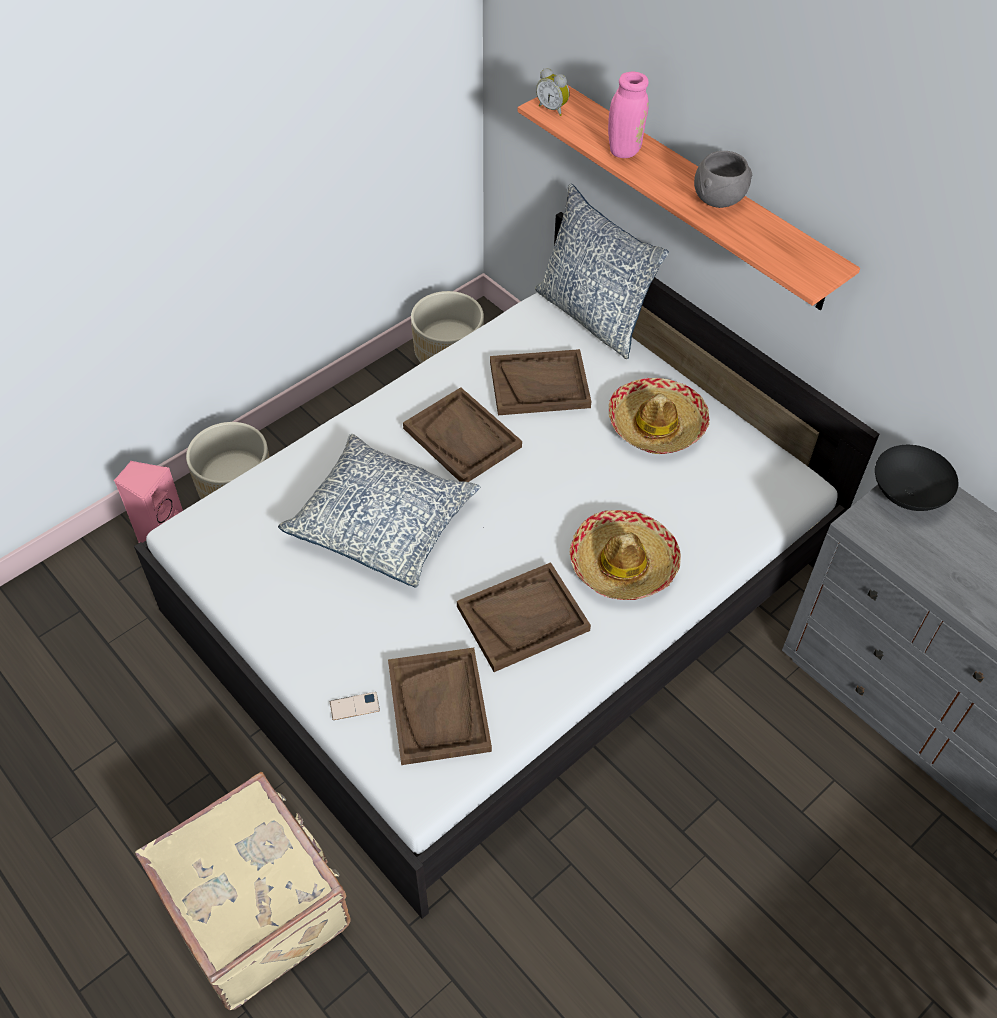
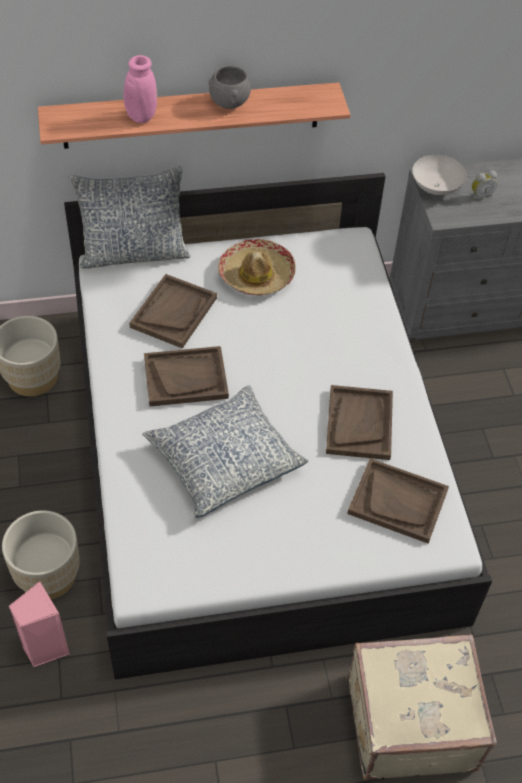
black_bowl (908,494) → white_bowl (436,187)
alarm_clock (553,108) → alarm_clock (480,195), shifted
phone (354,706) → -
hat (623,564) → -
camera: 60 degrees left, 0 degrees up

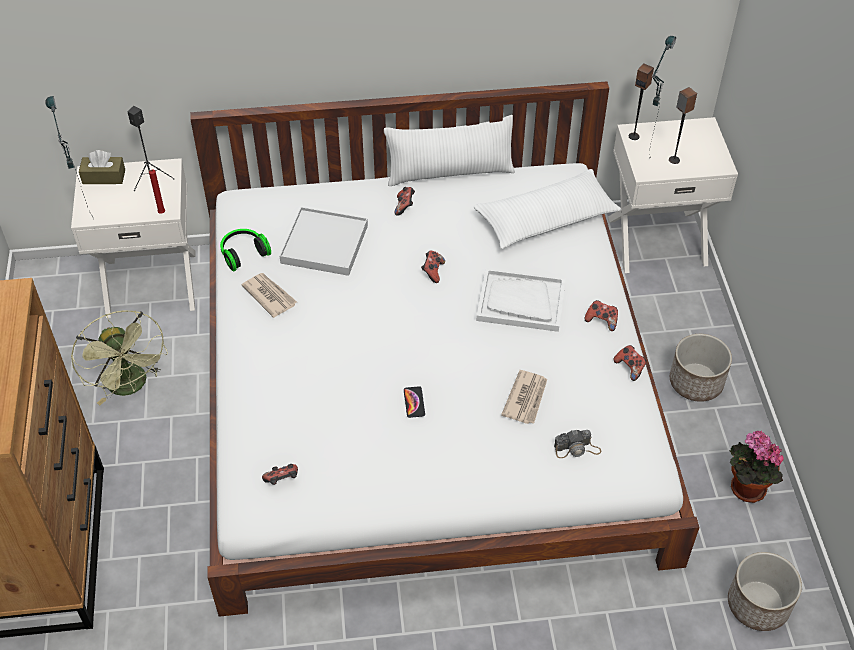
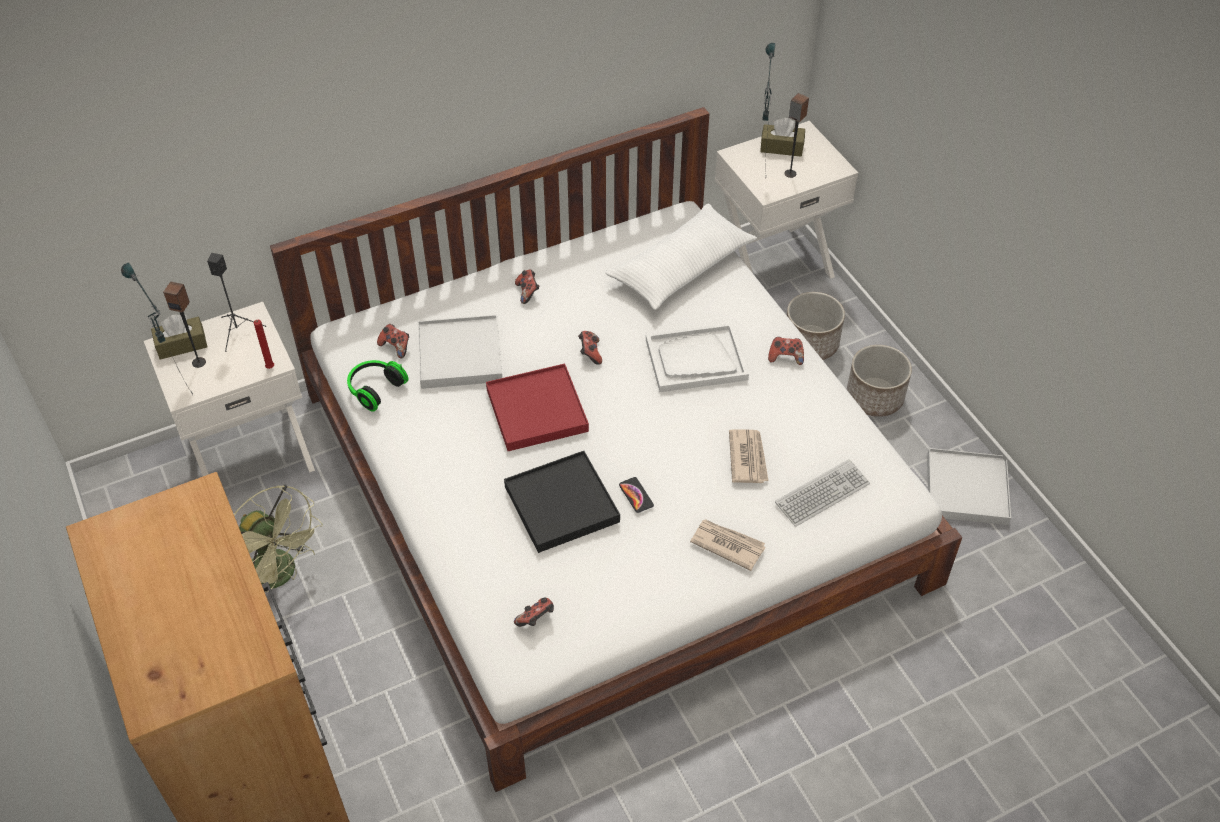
speaker (634,136) → speaker (199,362), shifted
game_controller (630,367) → game_controller (395,347), shifted
- → red_tray (537,410)
- → black_tray (561,504)
newspaper (269,295) → newspaper (727,544), shifted
- → brown_tissue_box (781,147)
photo_camera (577,449) → keyboard (822,494)
planter (758,605) → planter (810,344), shifted
potted_plant (744,489) → white_tray (966,489)
white_pillow (450,173) → -
camera: 20 degrees left, 0 degrees up

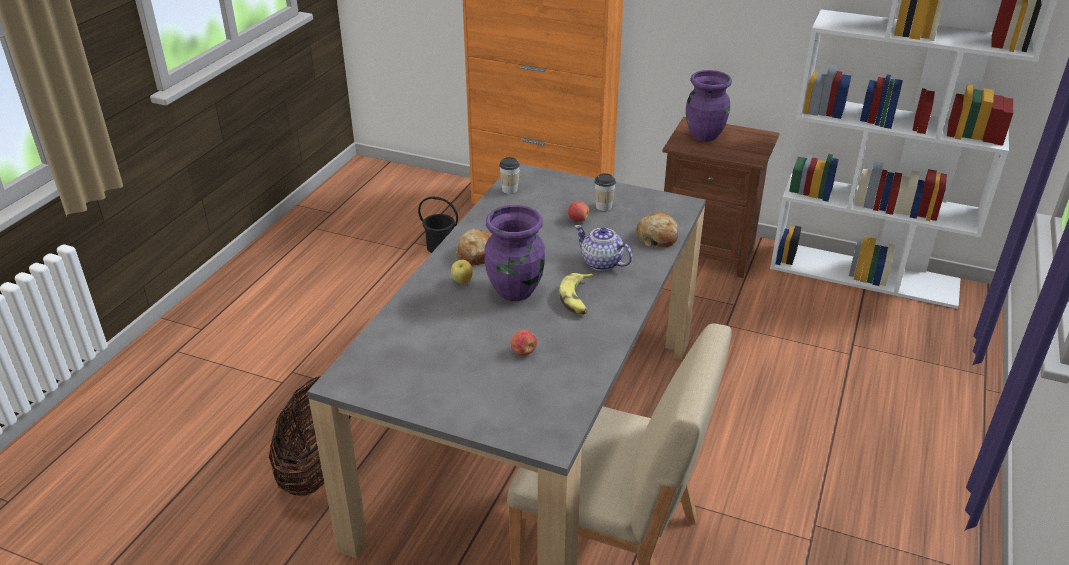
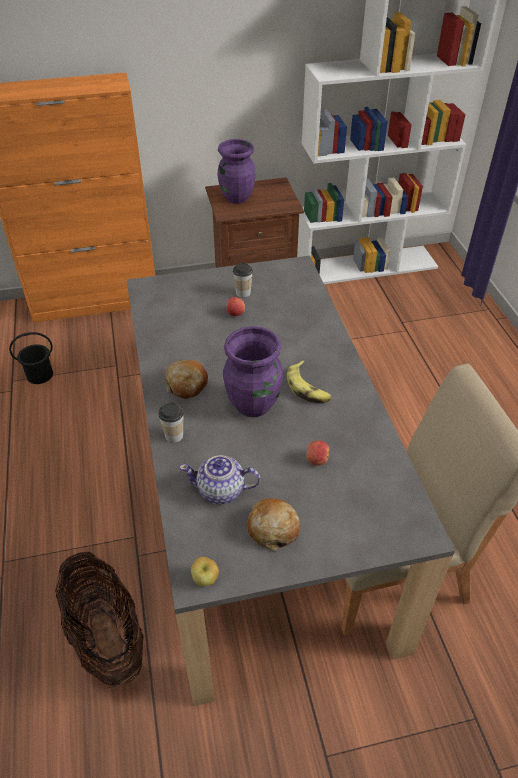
cup (509,190) → cup (174,435), shifted
teapot (601,263) → teapot (221,491), shifted
apple (462,281) → apple (205,579), shifted
bread (657,237) → bread (273,528), shifted
camera: 35 degrees left, 10 degrees up

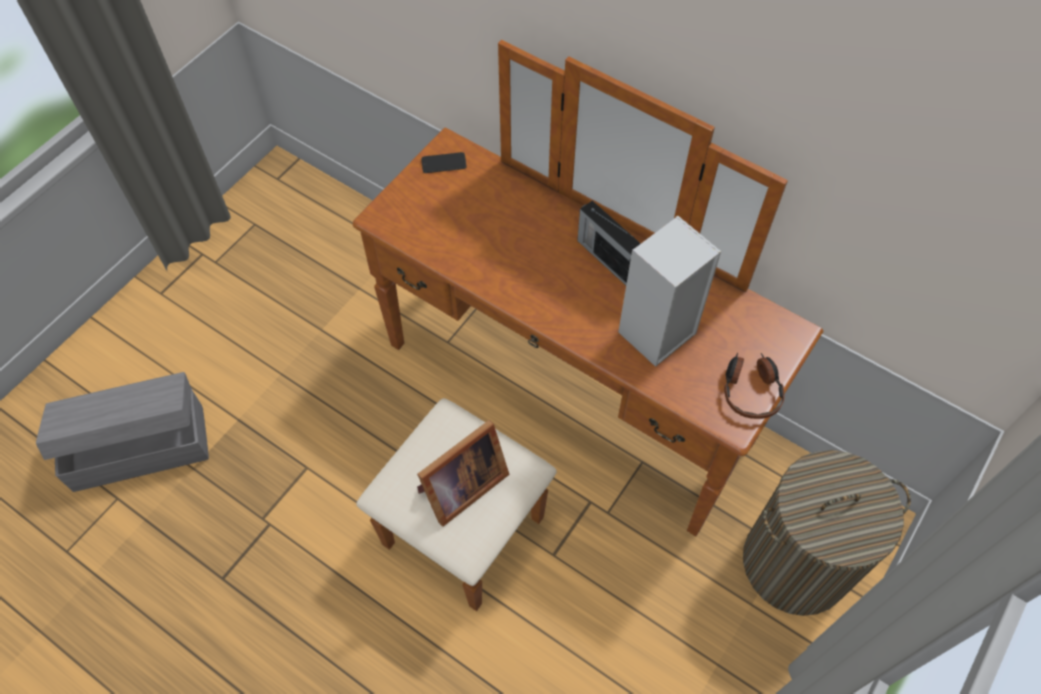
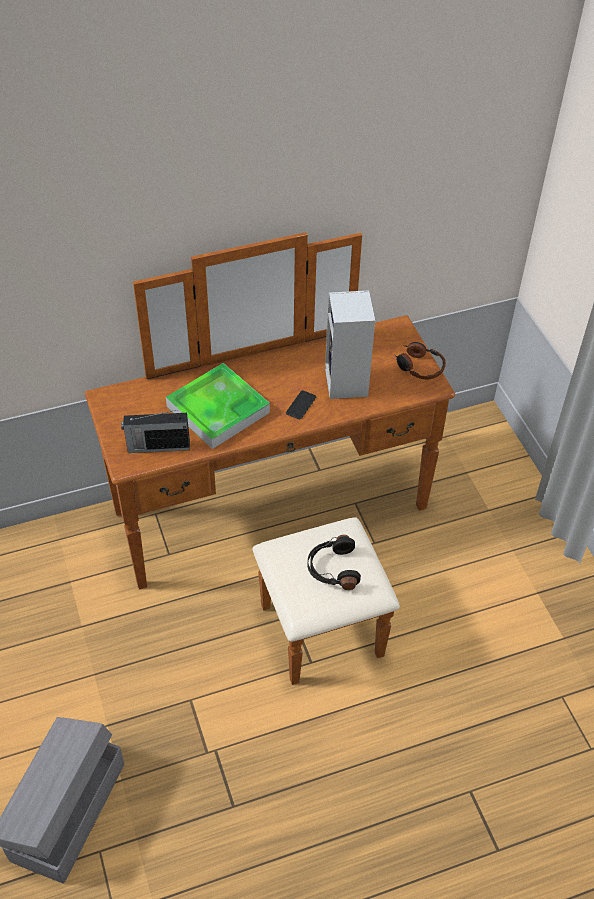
radio (607,258) → radio (157,446), shifted
- → tray (218,409)
phone (444,163) → phone (301,405), shifted
picture_frame (459,487) → black_headphones (332,569)
laundry_basket (796,562) → -
camera: 55 degrees left, 10 degrees down

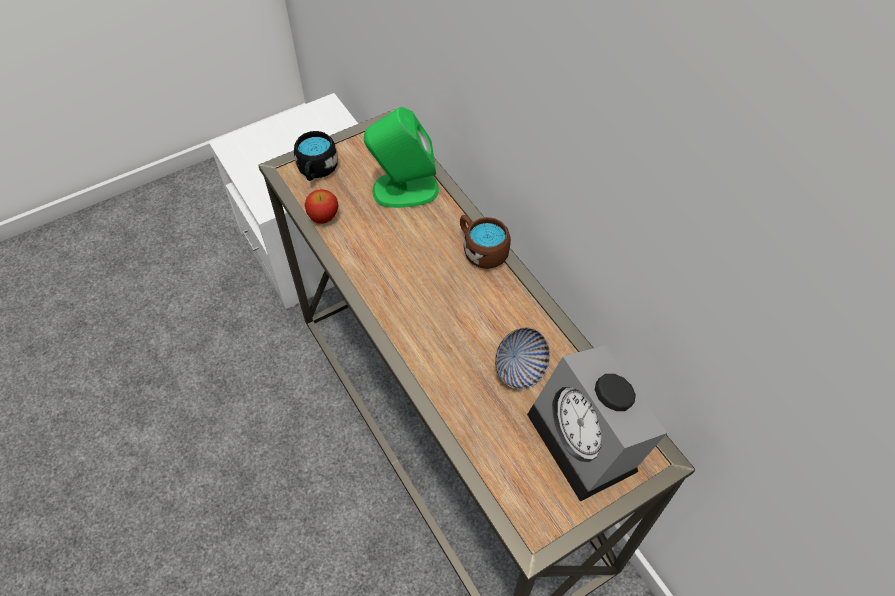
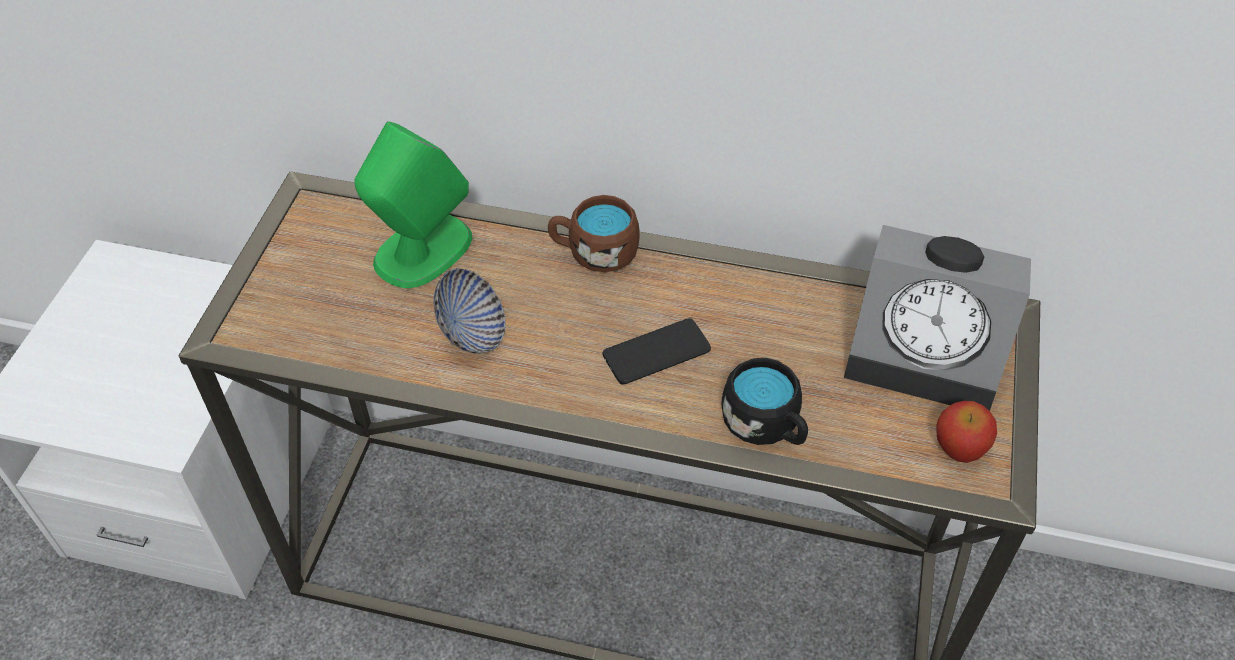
bowl (520,369) → bowl (472,333), shifted
- → phone (656,352)
black_mug (316,170) → black_mug (766,425), shifted
apple (323,217) → apple (959,447), shifted
camera: 45 degrees left, 5 degrees down

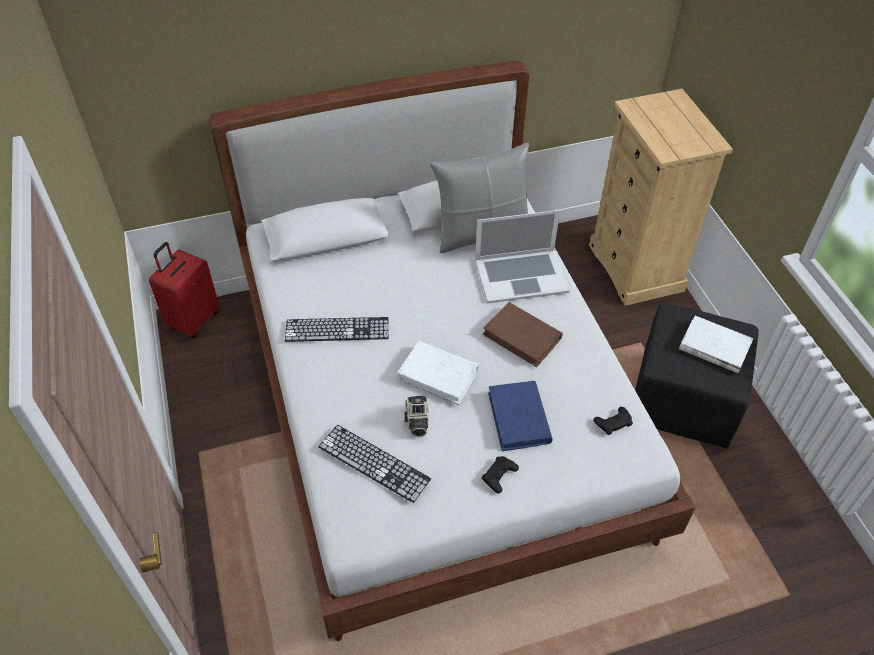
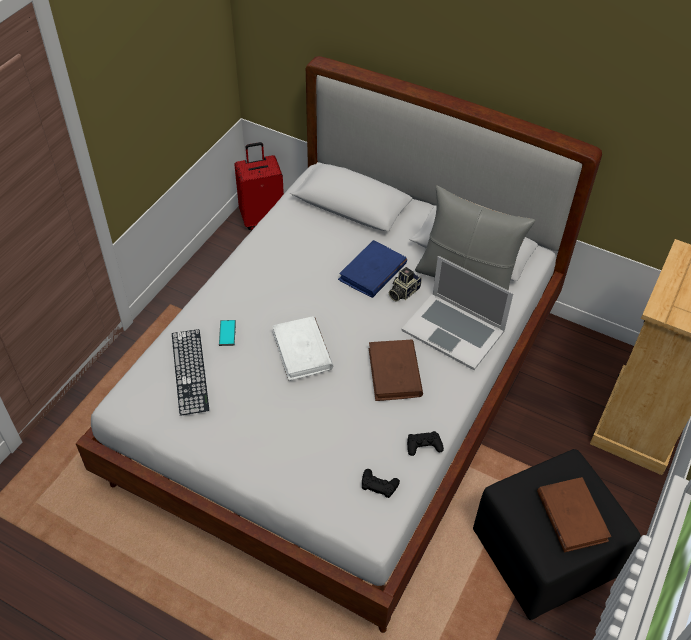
- → phone (227,333)
blue_book (519,418) → blue_book (372,272), shifted
photo_camera (417,422) → photo_camera (403,292), shifted
black_game_controller (499,476) → black_game_controller (424,445), shifted
white_book (714,347) → brown_book (571,516)
keyboard (337,329) → -
camera: 45 degrees right, 0 degrees up

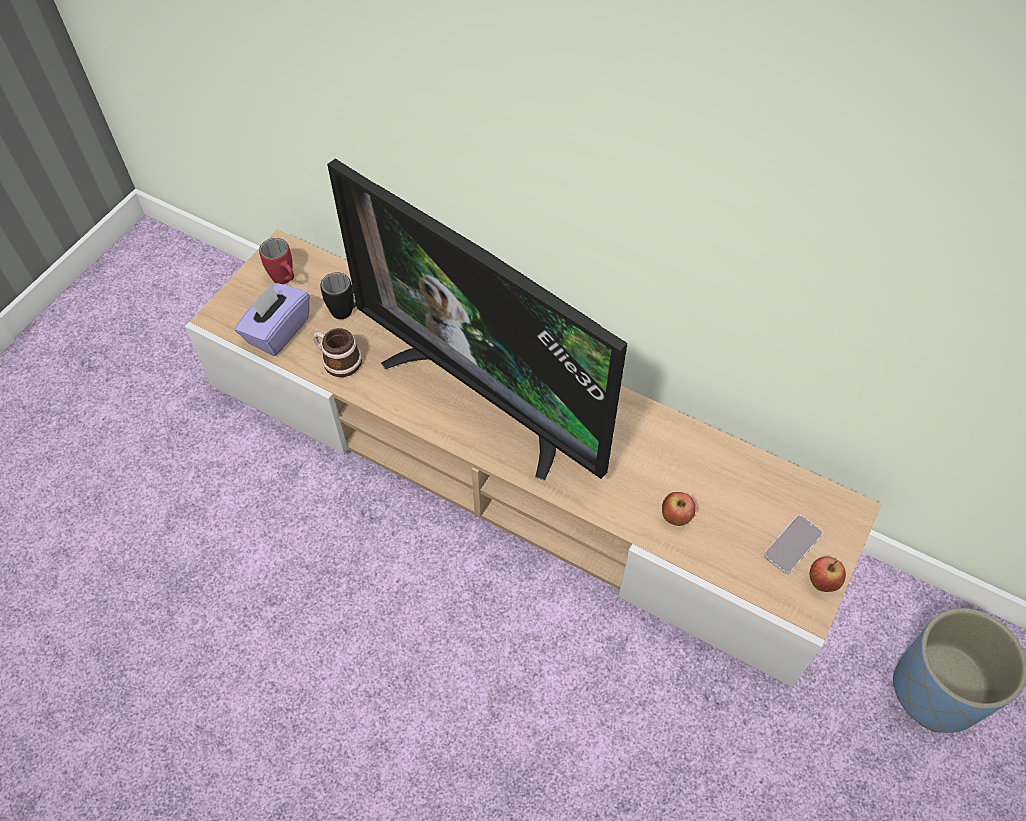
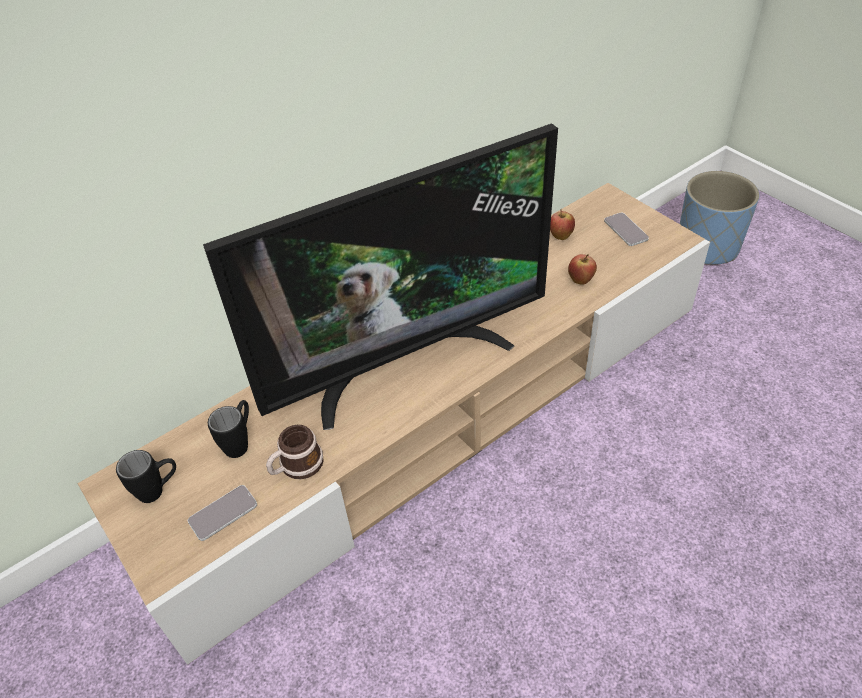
red_mug (286,281) → black_mug (159,490)
purple_tissue_box (277,331) → phone (223,513)
apple (821,582) → apple (560,236), shifted
camera: 65 degrees left, 10 degrees down

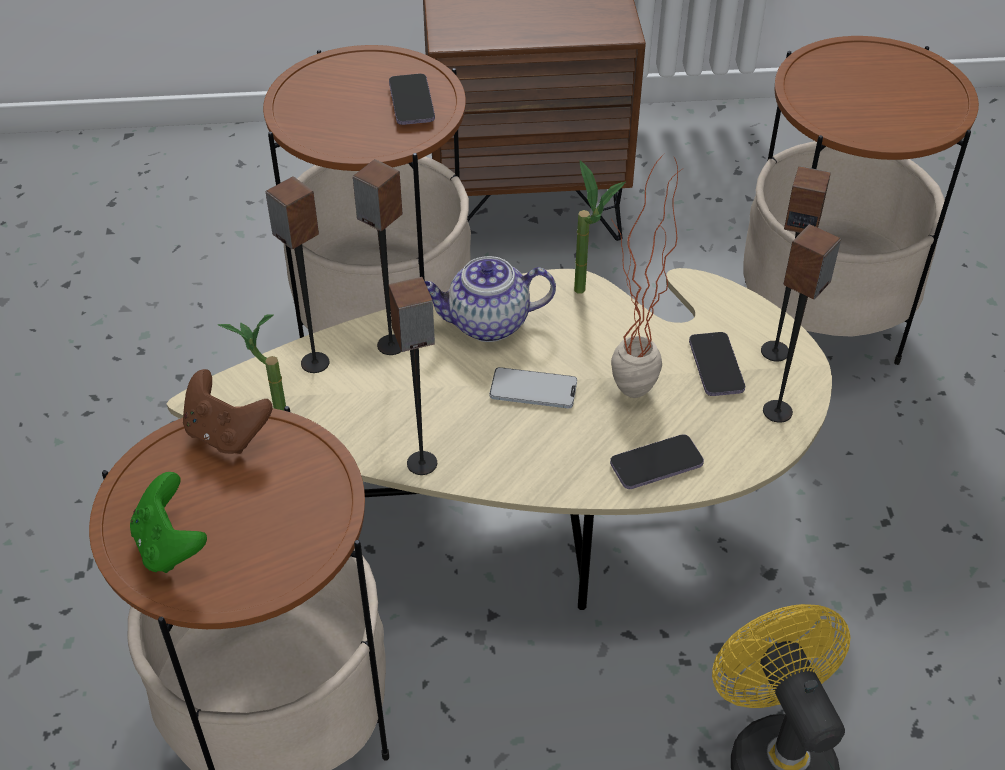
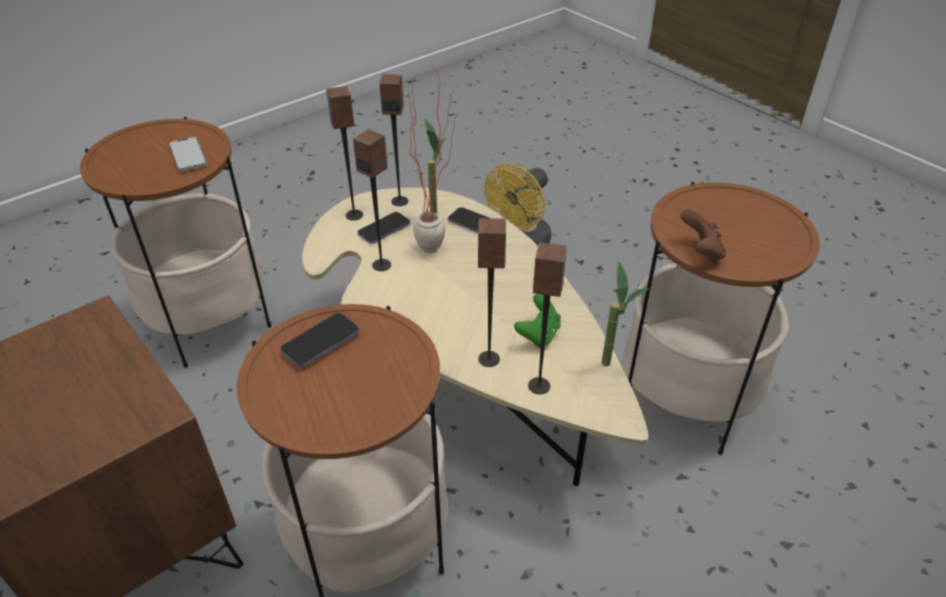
phone (533,389) → phone (188,155), shifted
speaker (422,464) → speaker (382,265), shifted
potted_plant (589,294) → potted_plant (433,211), shifted
green_game_controller (170,545) → green_game_controller (538,334), shifted
teapot (487,323) → -
camera: 125 degrees left, 5 degrees down

